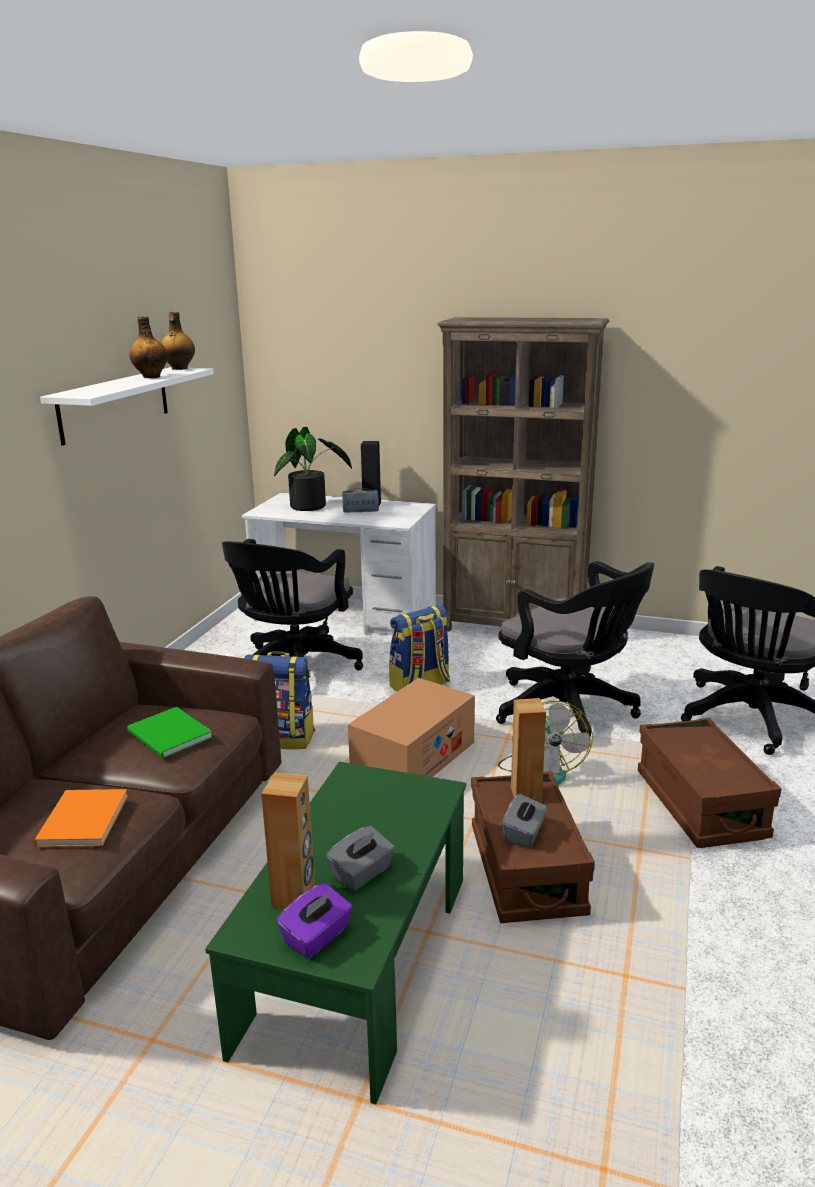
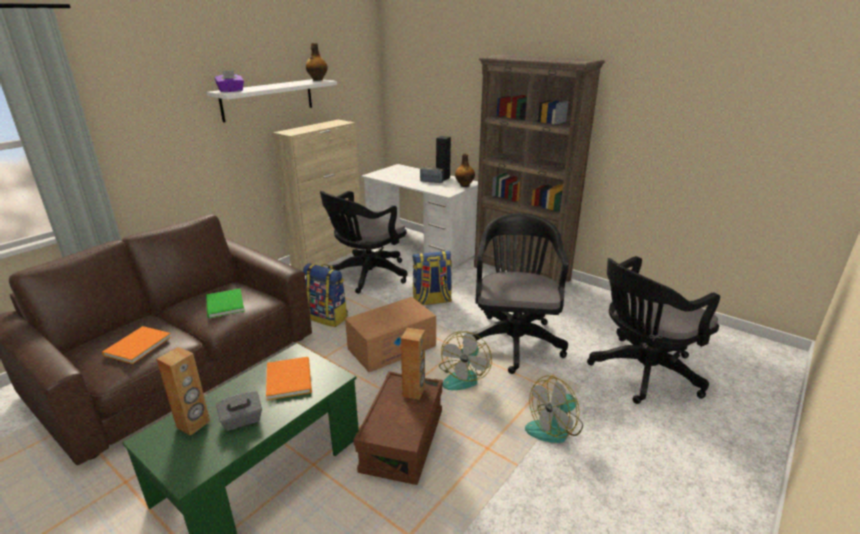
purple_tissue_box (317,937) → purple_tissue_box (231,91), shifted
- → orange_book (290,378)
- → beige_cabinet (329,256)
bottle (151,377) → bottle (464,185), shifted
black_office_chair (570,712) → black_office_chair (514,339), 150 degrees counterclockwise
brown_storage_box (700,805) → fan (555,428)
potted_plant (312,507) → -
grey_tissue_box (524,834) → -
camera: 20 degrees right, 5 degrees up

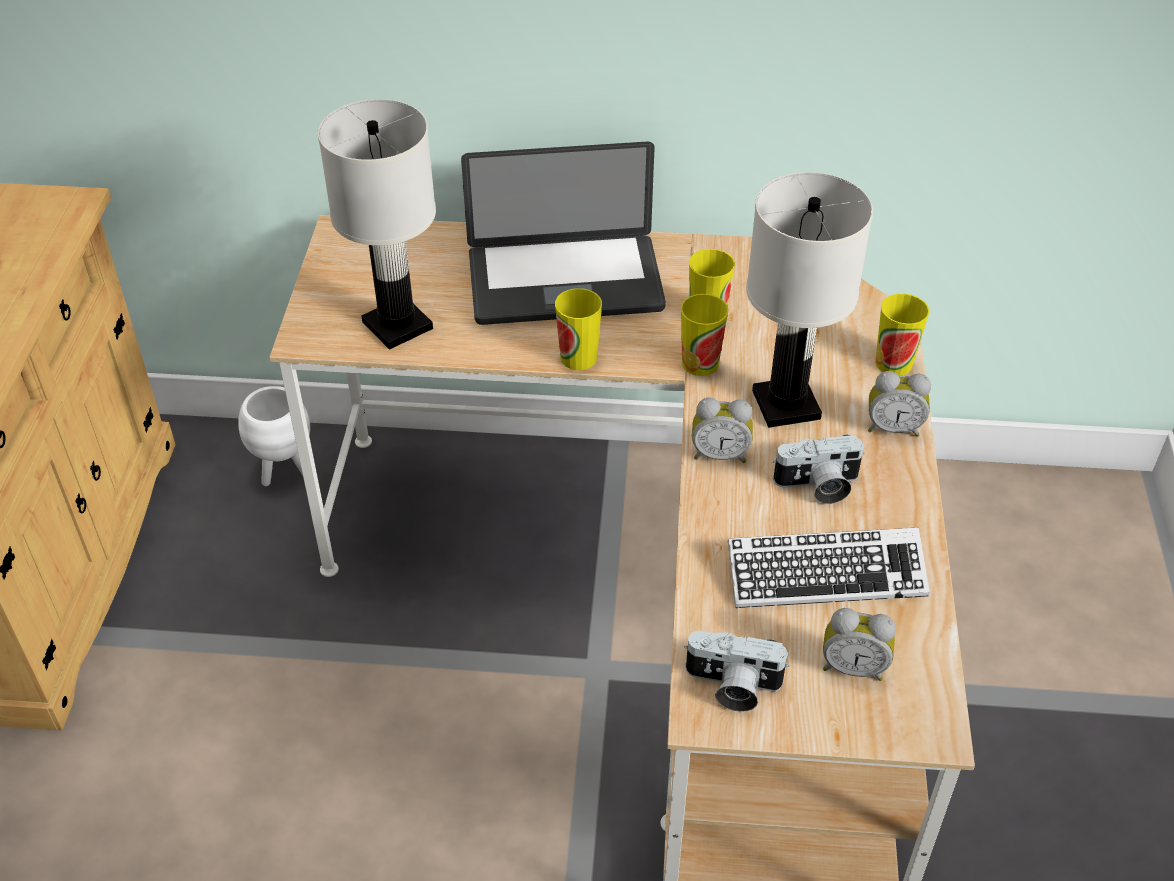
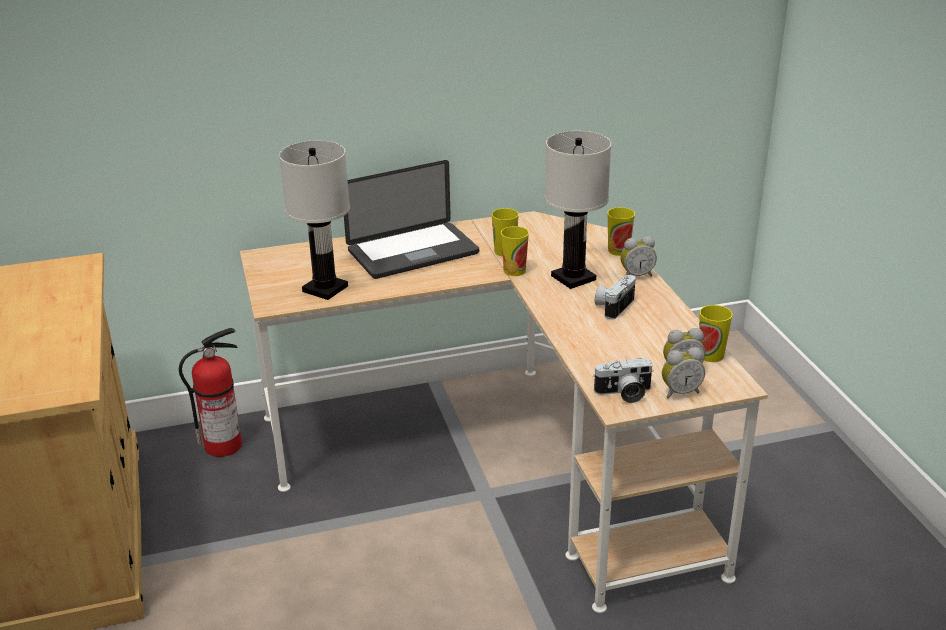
white_planter (285,471) → fire_extinguisher (224,445)
photo_camera (818,486) → photo_camera (613,306), 150 degrees clockwise
alarm_clock (719,454) → alarm_clock (680,392), shifted
cup (578,358) → cup (711,355), shifted
keyboard (825,575) → -
camera: 20 degrees left, 15 degrees down

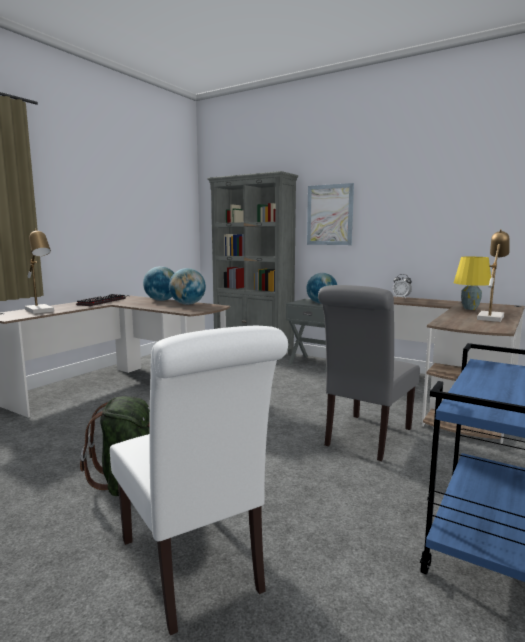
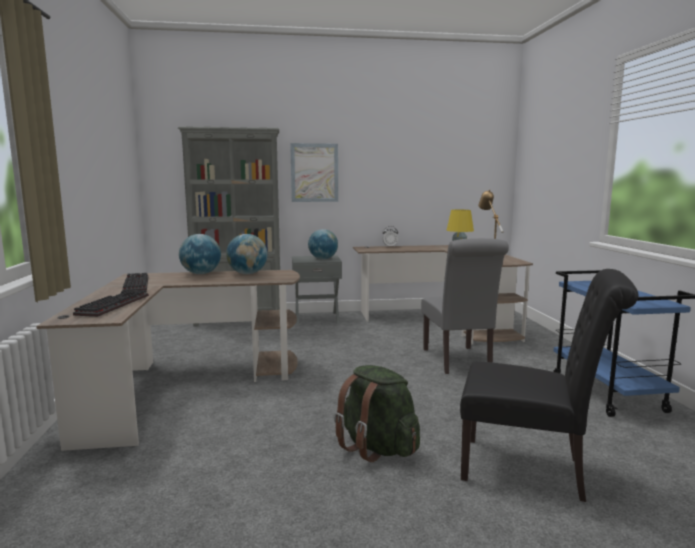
table_lamp (41,311) → keyboard (113,304)
white_chair (195,570) → black_chair (531,470)
camera: 40 degrees left, 0 degrees up

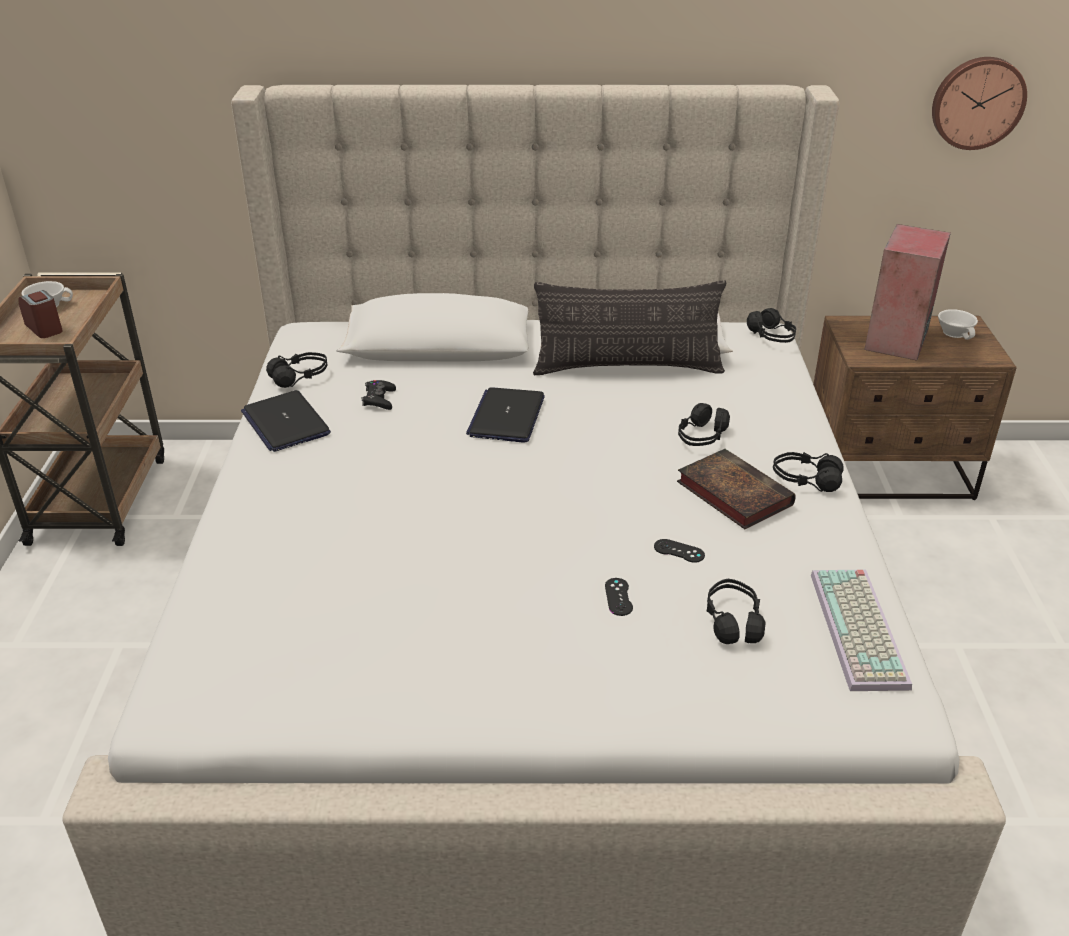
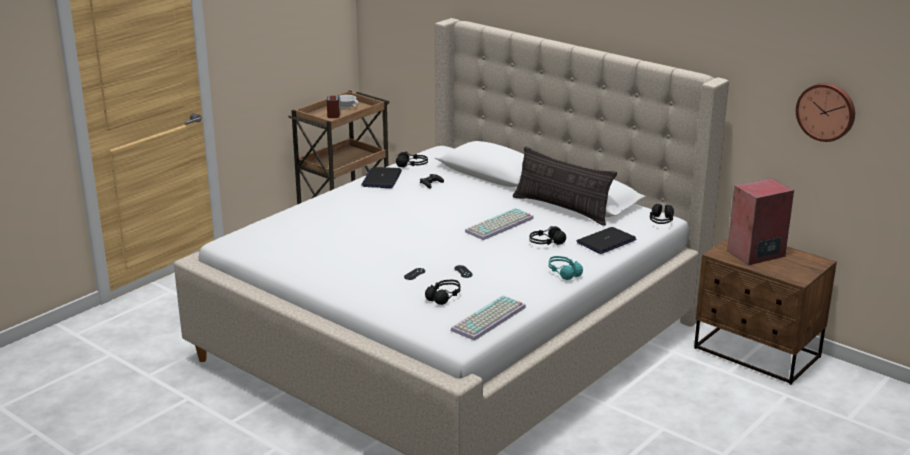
- → keyboard (500,226)
black_headphones (805,480) → turquoise_headphones (563,273)
laptop (506,416) → laptop (606,241), shifted
book (731,493) → -
white_cup (956,333) → -
camera: 40 degrees right, 10 degrees down

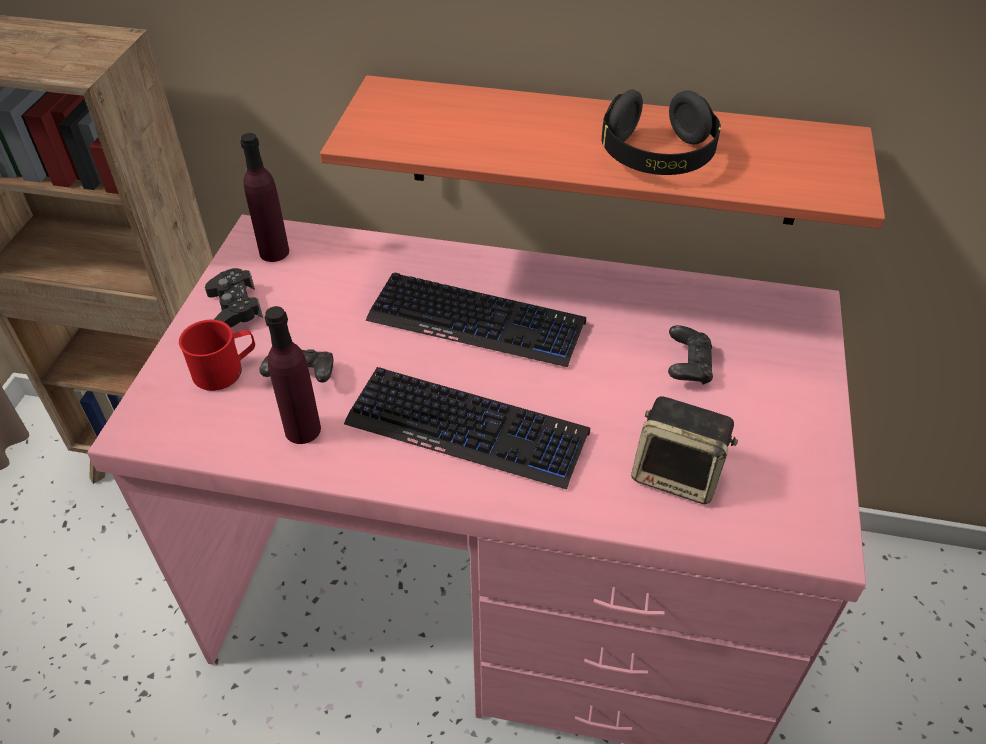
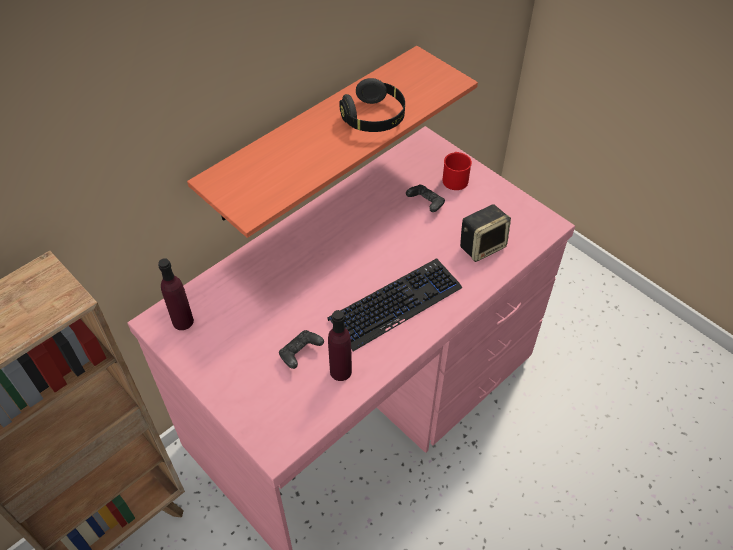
red_mug (225,370) → red_mug (455,178), shifted
black_game_controller (235,307) → -
keyboard (476,321) → -
camera: 55 degrees left, 5 degrees up

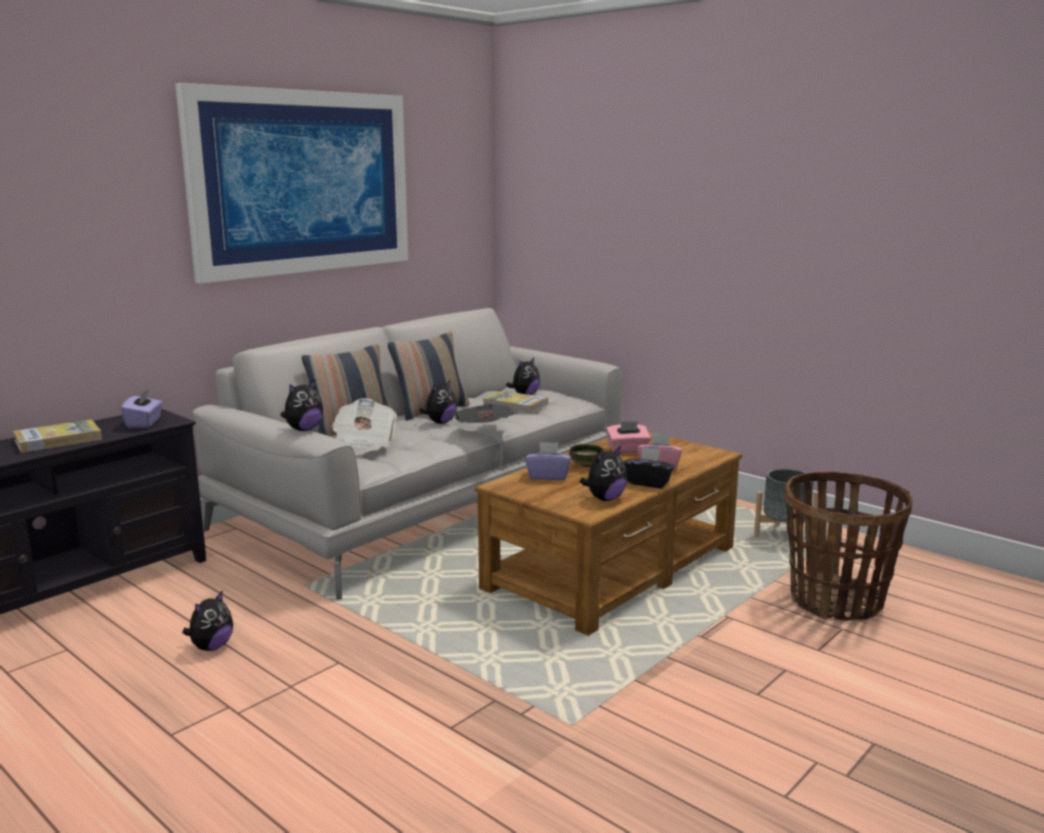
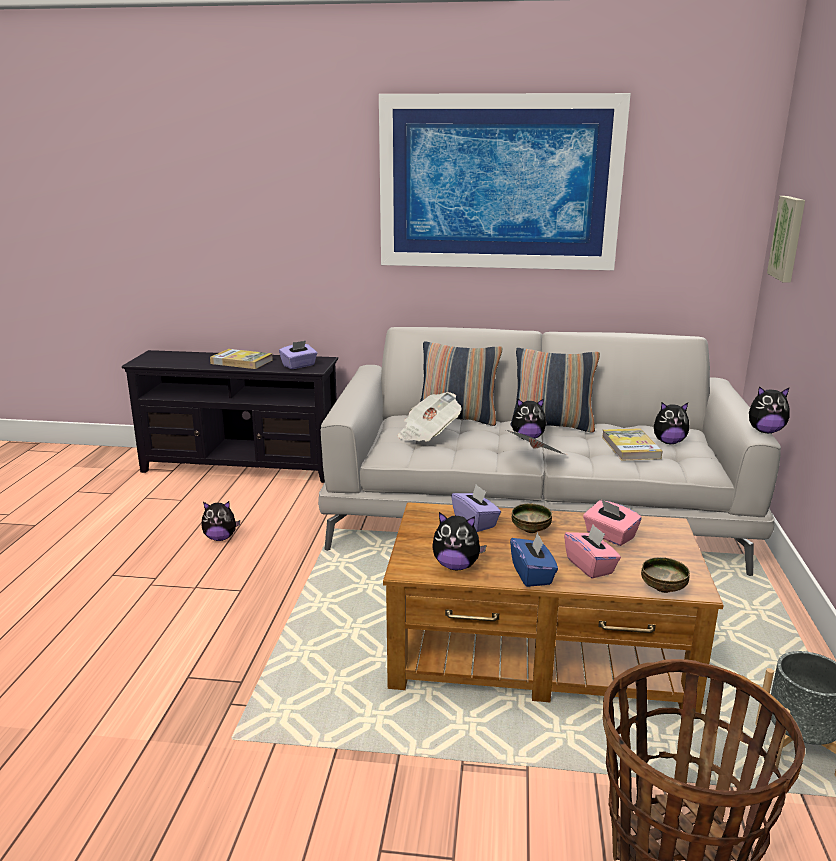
black_tissue_box (648,483) → blue_tissue_box (532,574)
- → bowl (663,589)
plush_toy (303,429) → plush_toy (765,431), shifted
- → picture (789,238)
camera: 55 degrees right, 5 degrees up

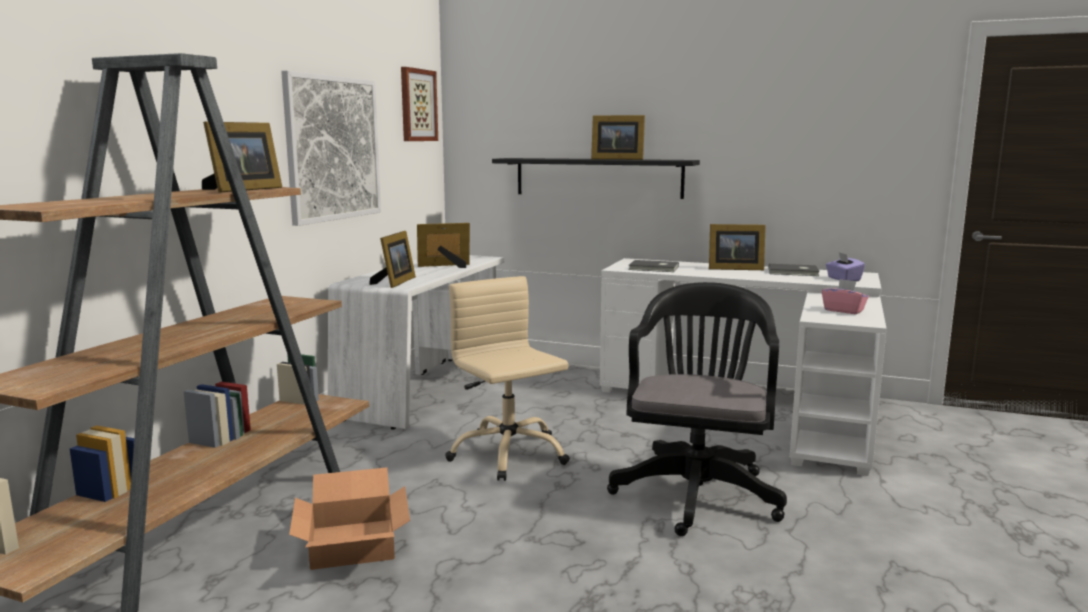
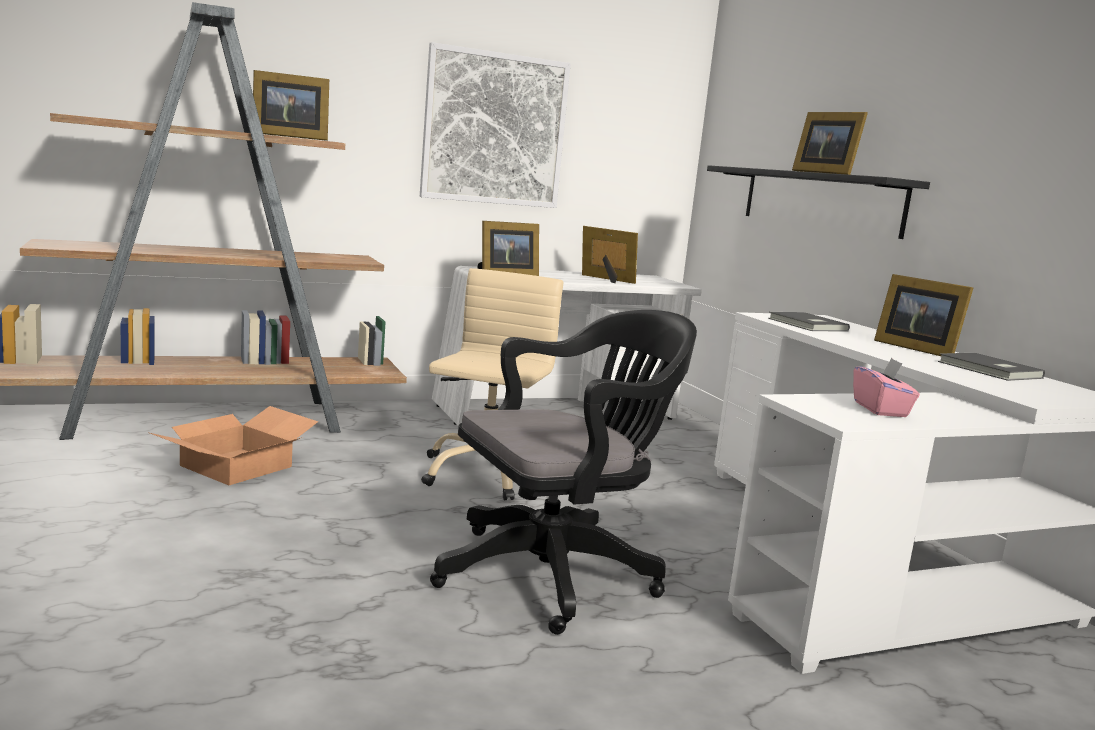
picture (417,105) → -
purple_tissue_box (843,279) → -
camera: 45 degrees right, 0 degrees up

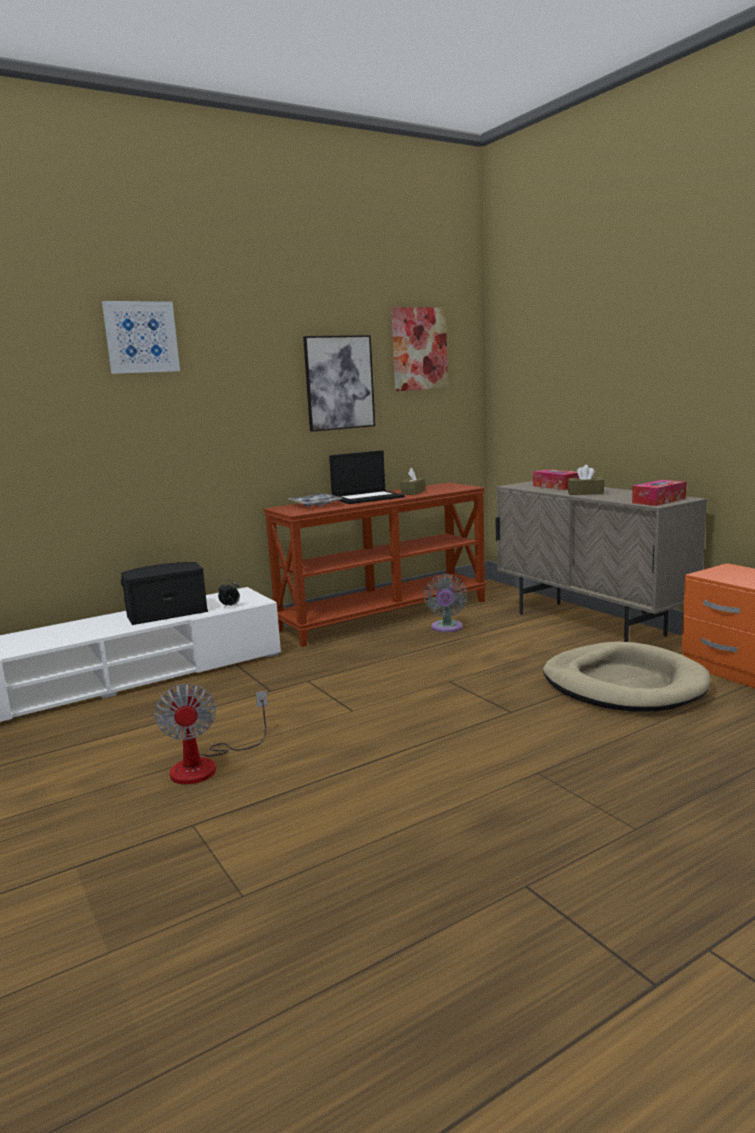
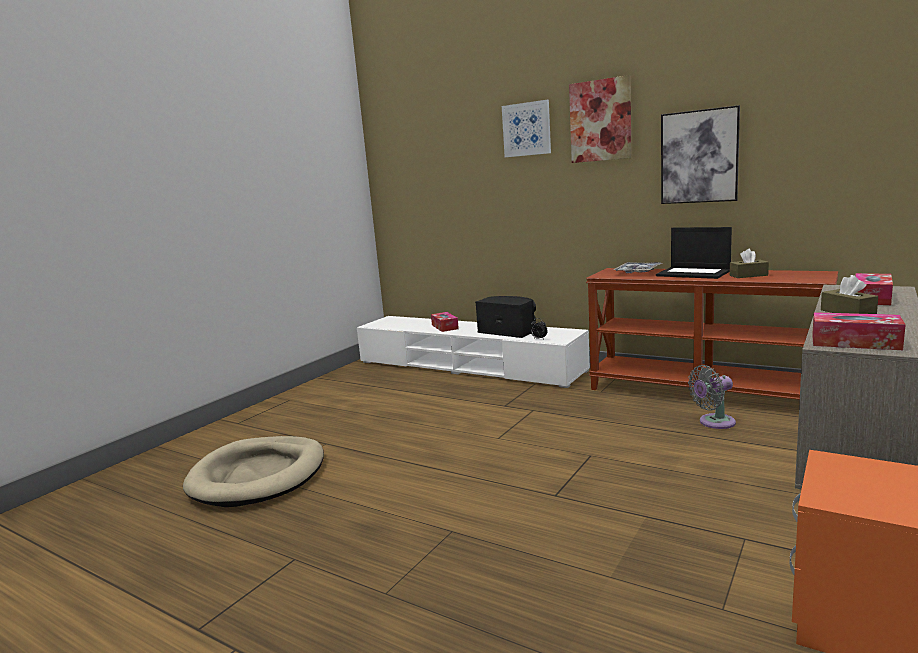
beige_dog_bed (623,684) → beige_dog_bed (258,475), shifted
- → tissue_box (444,327)
picture (419,349) → picture (600,120), shifted
fan (207,764) → -
camera: 65 degrees right, 0 degrees up

